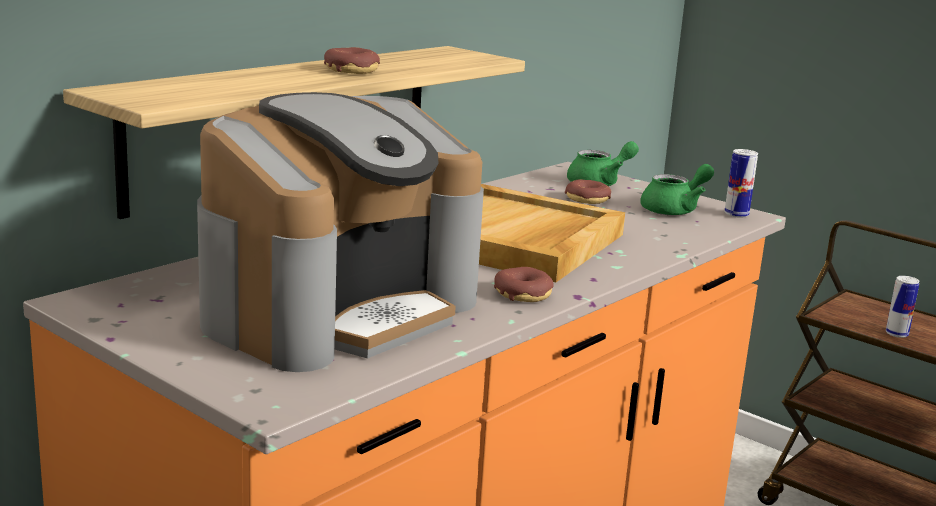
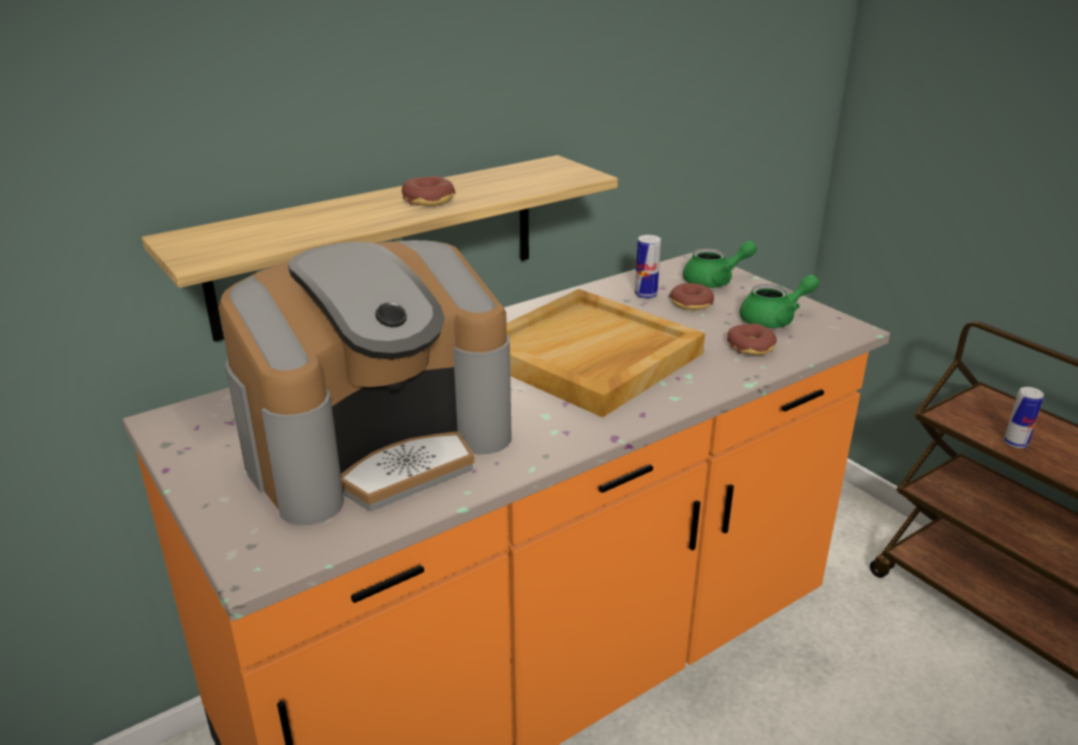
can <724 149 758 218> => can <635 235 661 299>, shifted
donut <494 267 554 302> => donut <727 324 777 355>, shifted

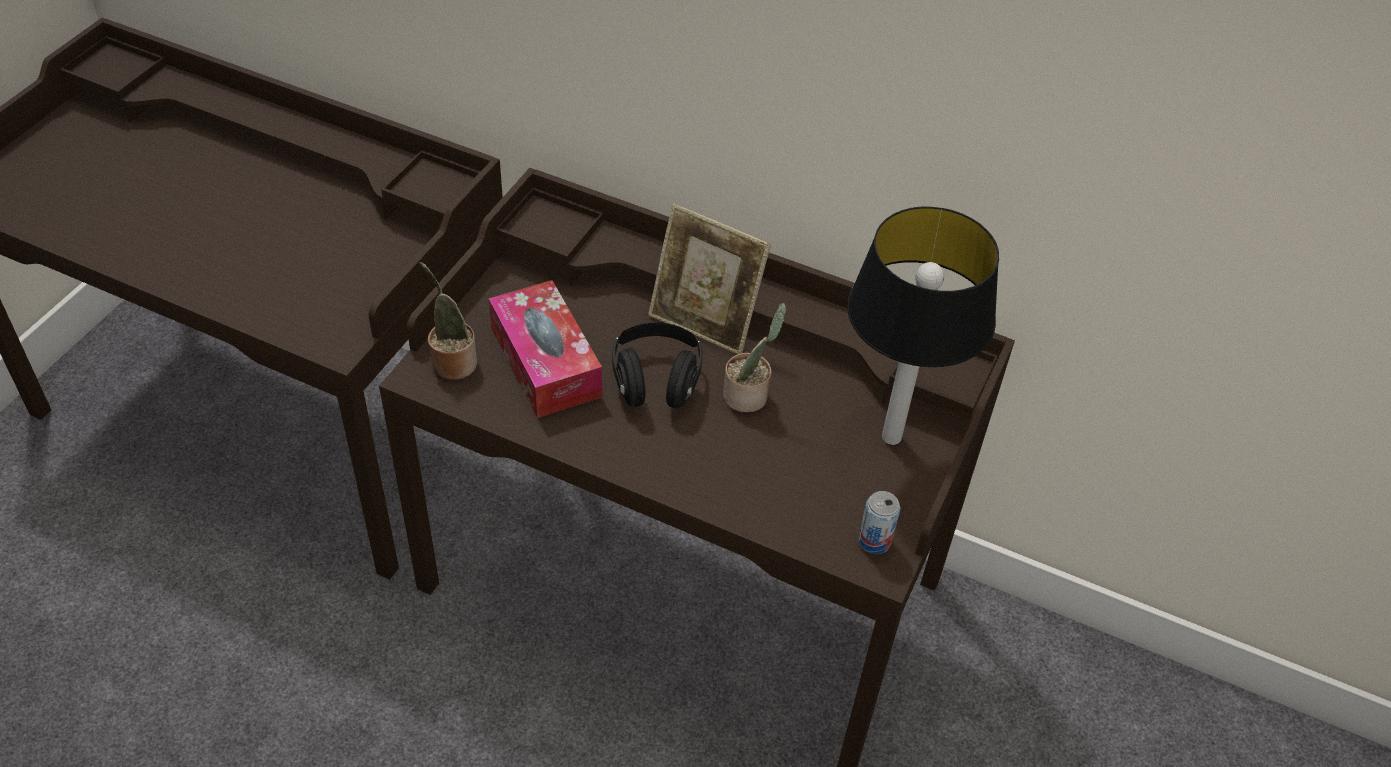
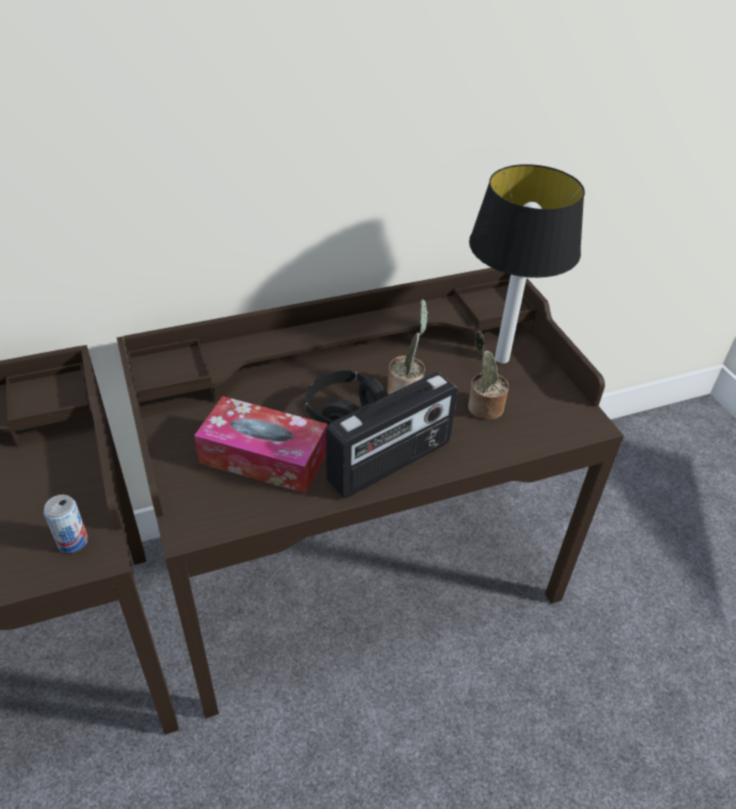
picture frame <648 204 771 354> => nothing
potted plant <420 262 477 380> => potted plant <468 331 509 420>, shifted
can <858 491 900 554> => can <44 495 88 553>, shifted
nothing => radio <326 372 458 498>

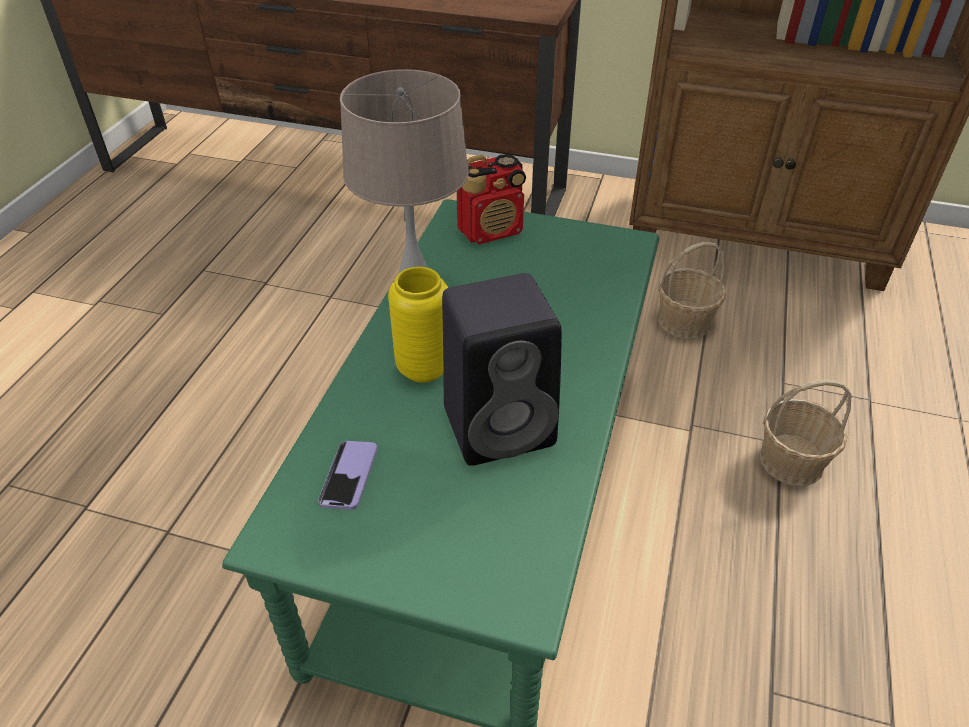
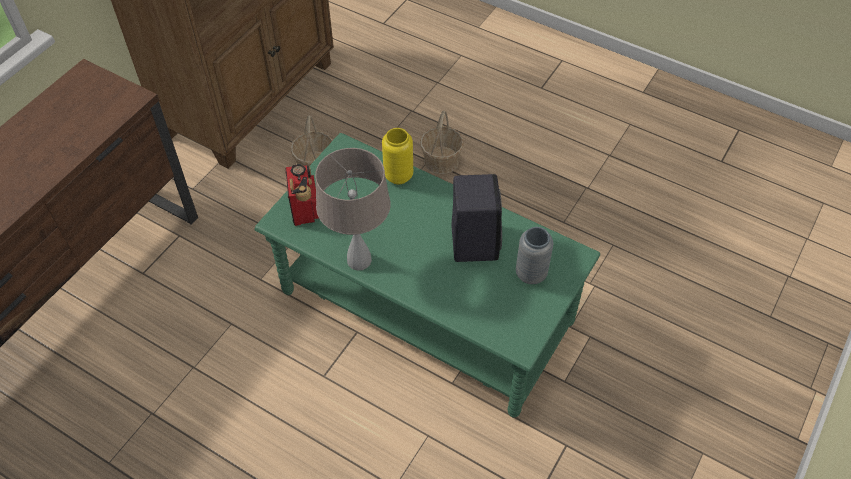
yellow vase <388 267 448 383> => yellow vase <382 128 413 184>, shifted
phone <318 441 378 510> => nothing
nothing => grey vase <516 227 553 284>

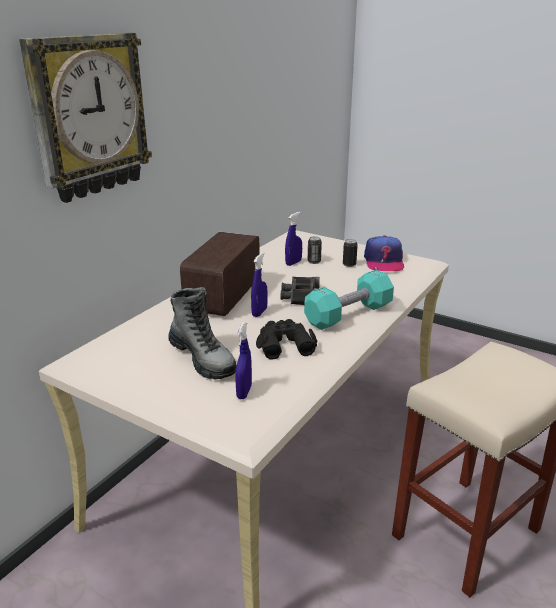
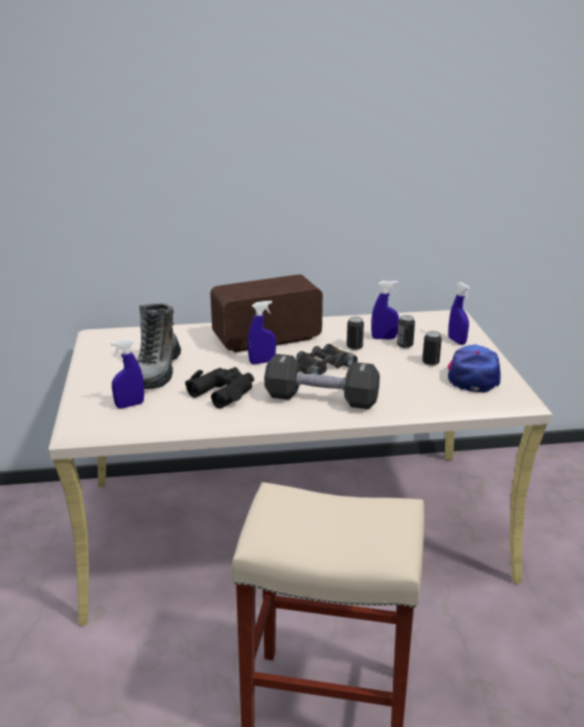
wall clock <19 33 152 203> => nothing
cap <364 235 404 271> => cap <448 345 501 392>, 135 degrees clockwise
turquoise dumbbell <304 270 394 330> => black dumbbell <264 354 380 409>
nothing => blue spray bottle <448 282 470 345>
nothing => can <347 317 364 350>

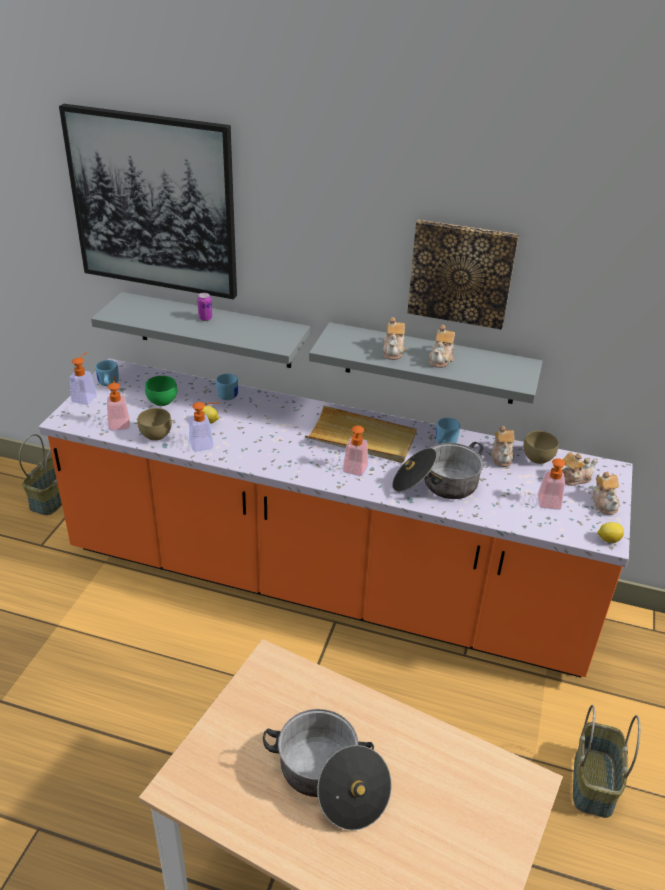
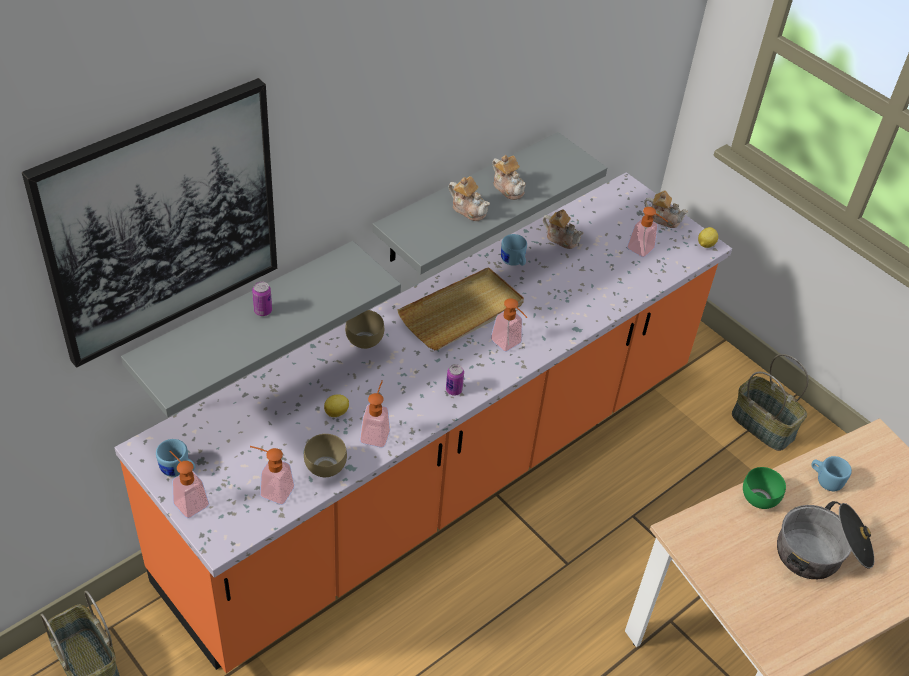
picture <407 220 519 330> => nothing
blue mug <216 374 238 400> => blue mug <811 456 852 491>, shifted
green bowl <145 376 177 406> => green bowl <743 467 786 509>, shifted
brown bowl <523 431 559 464> => brown bowl <345 310 384 349>, shifted
cooking pot <392 442 484 499> => nothing
teapot <561 452 599 486> => nothing
nothing => can <446 364 464 396>

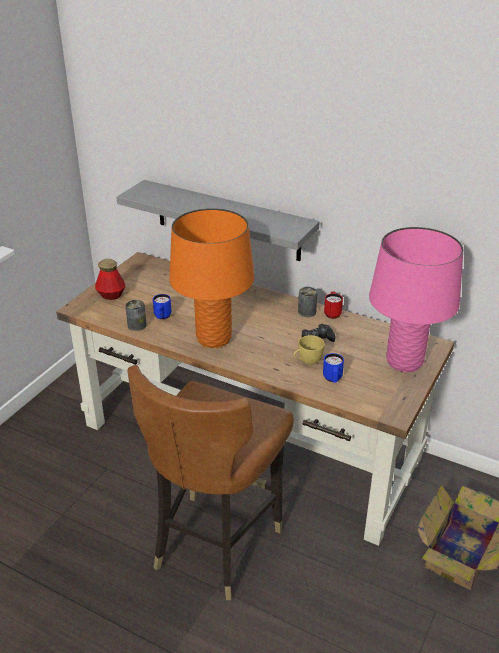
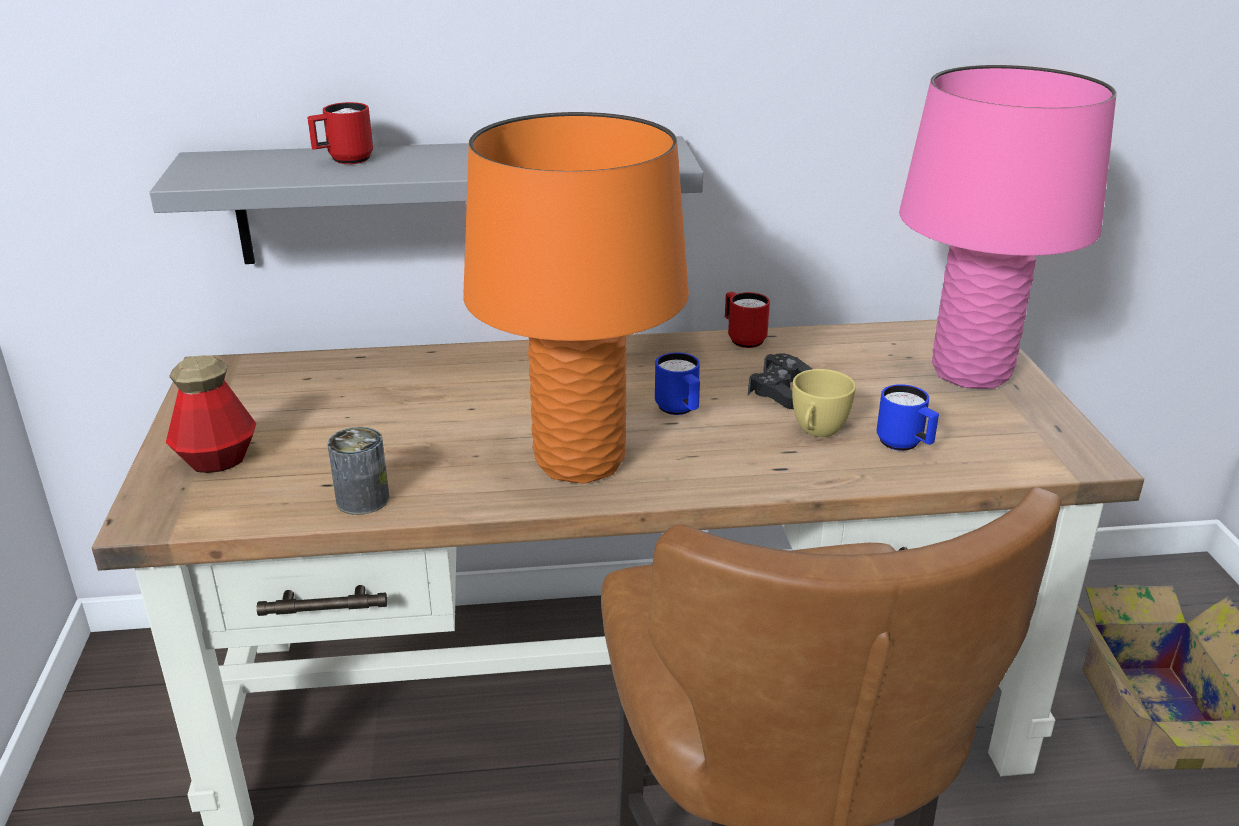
can <298 287 318 317> => nothing
blue mug <153 294 172 319> => blue mug <655 352 700 415>, shifted
nothing => red mug <308 102 373 164>

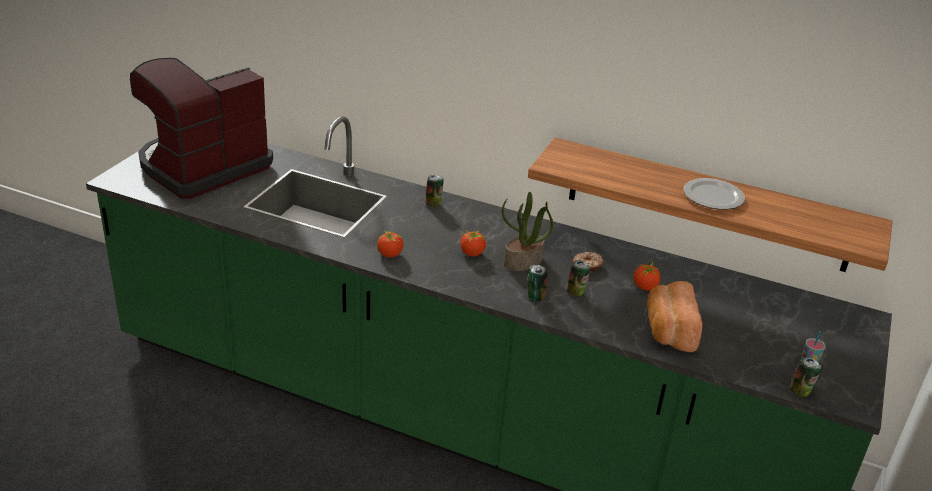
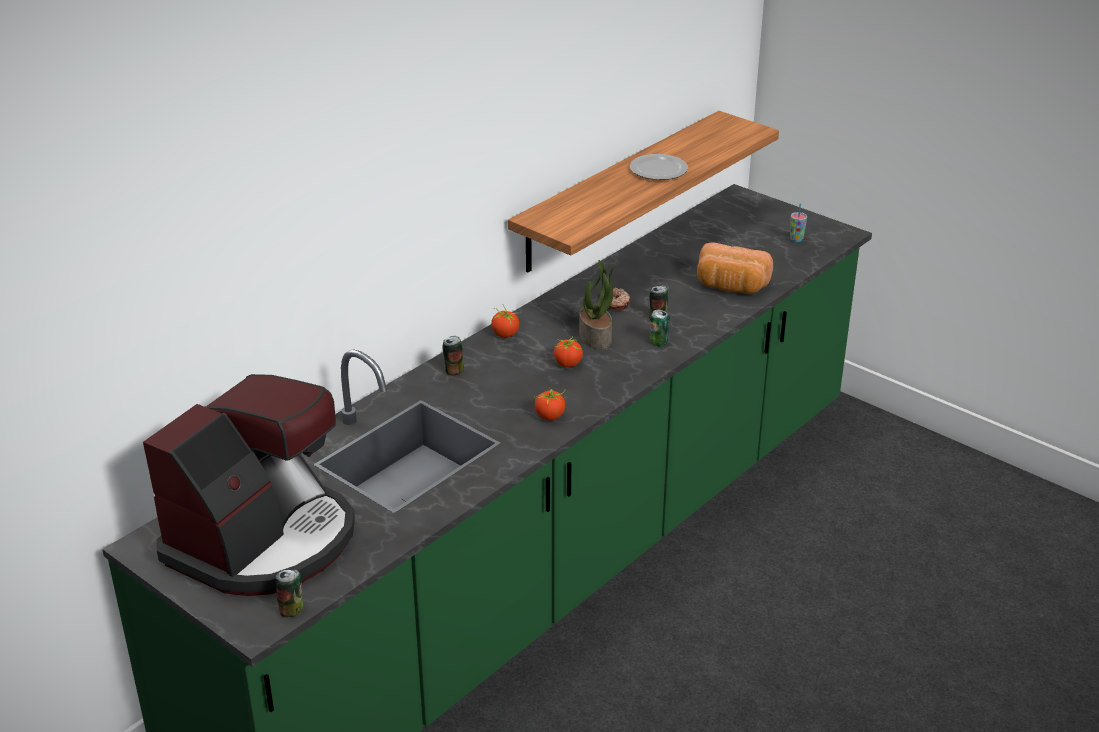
coffee machine <130 58 273 199> => coffee machine <143 374 355 596>, 120 degrees counterclockwise
tomato <634 259 662 290> => tomato <491 305 519 338>, shifted
can <790 357 821 397> => can <275 570 303 618>, shifted

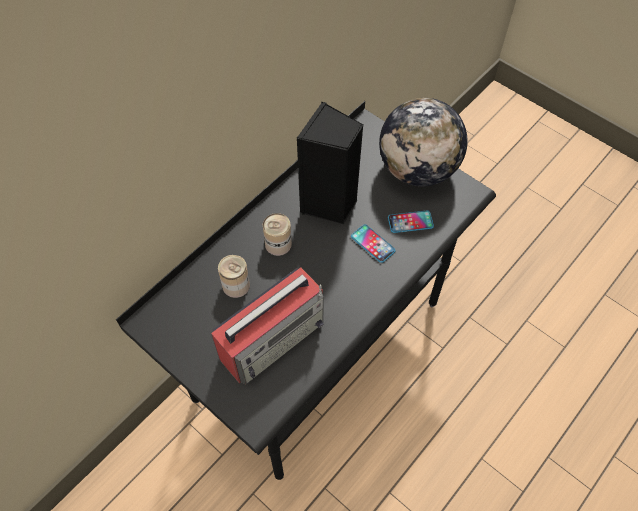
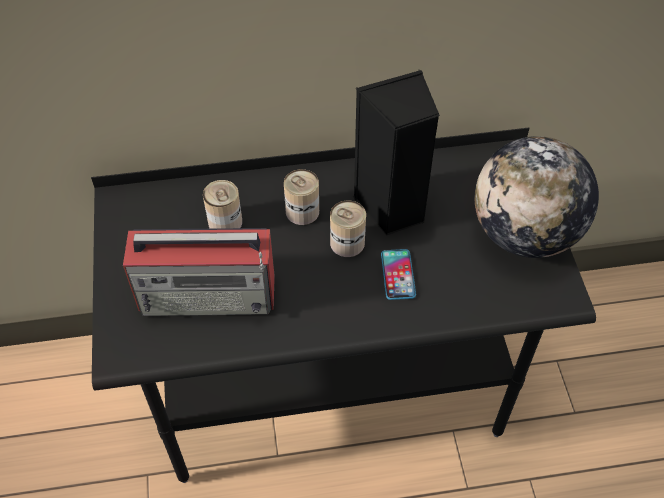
phone <388 210 434 233> => nothing
nothing => can <330 201 366 257>

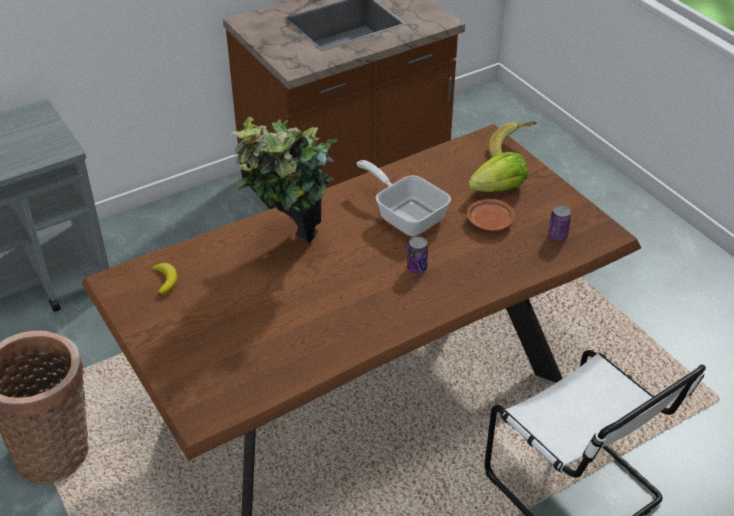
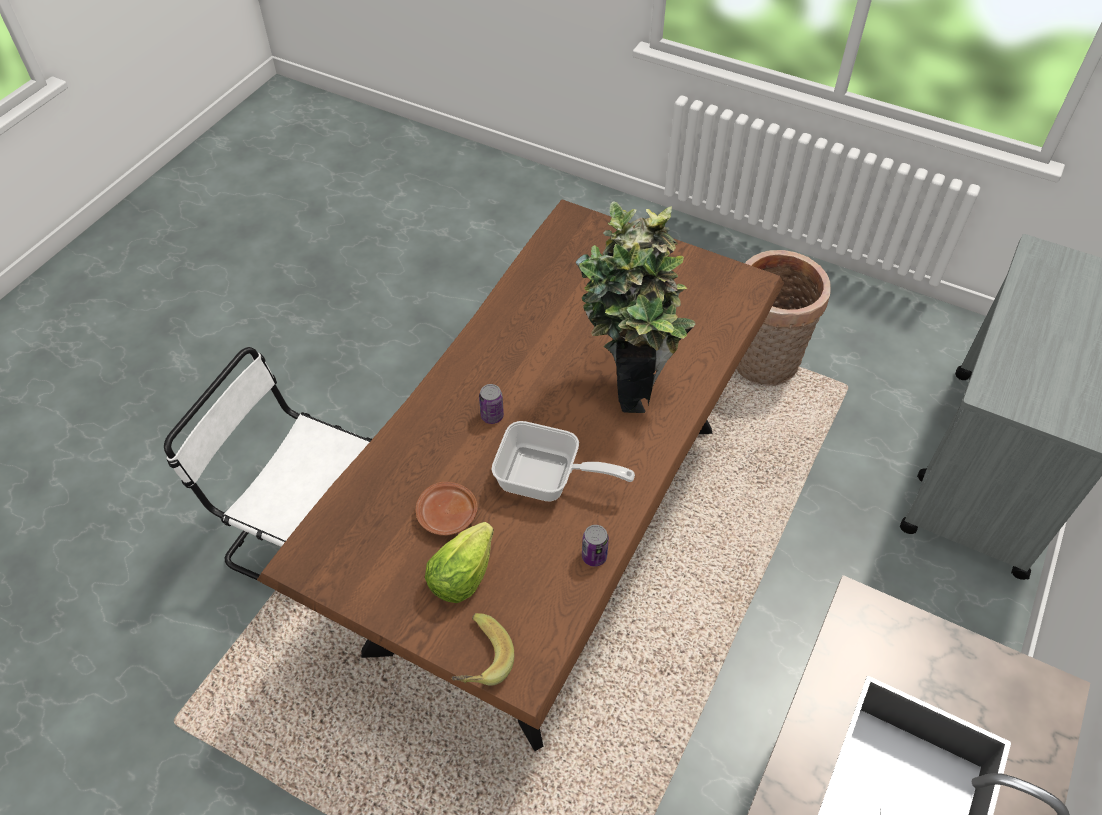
can <548 206 571 241> => can <582 525 609 567>, shifted
banana <152 263 178 296> => nothing

